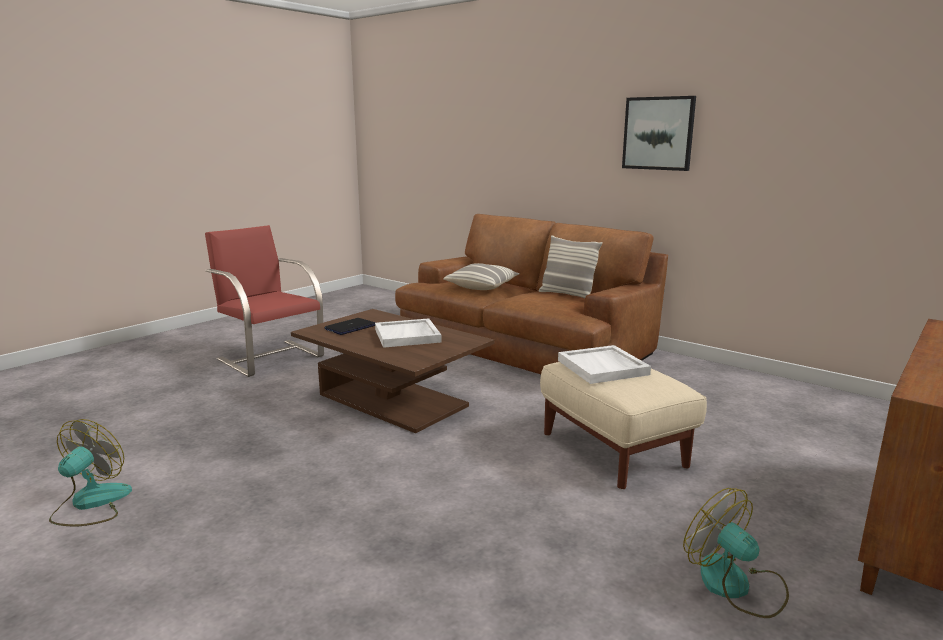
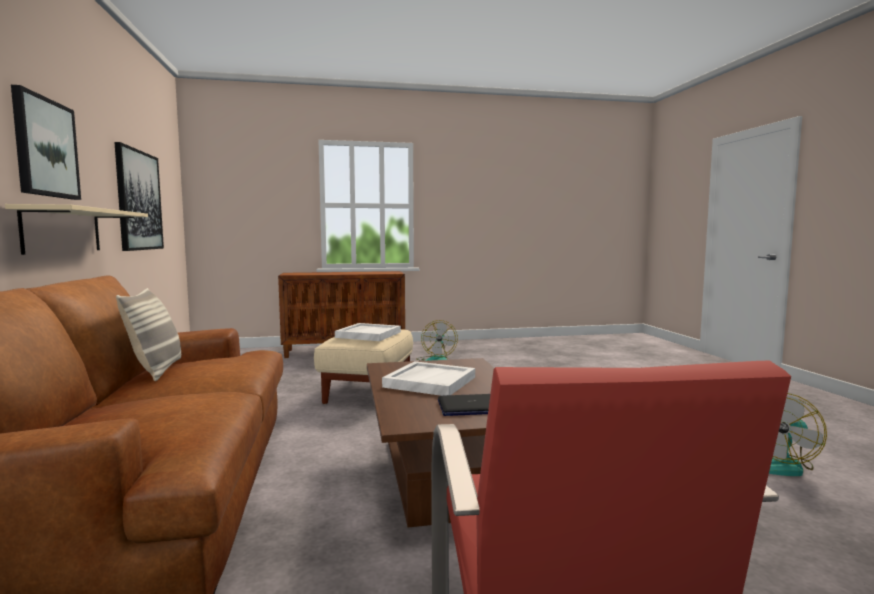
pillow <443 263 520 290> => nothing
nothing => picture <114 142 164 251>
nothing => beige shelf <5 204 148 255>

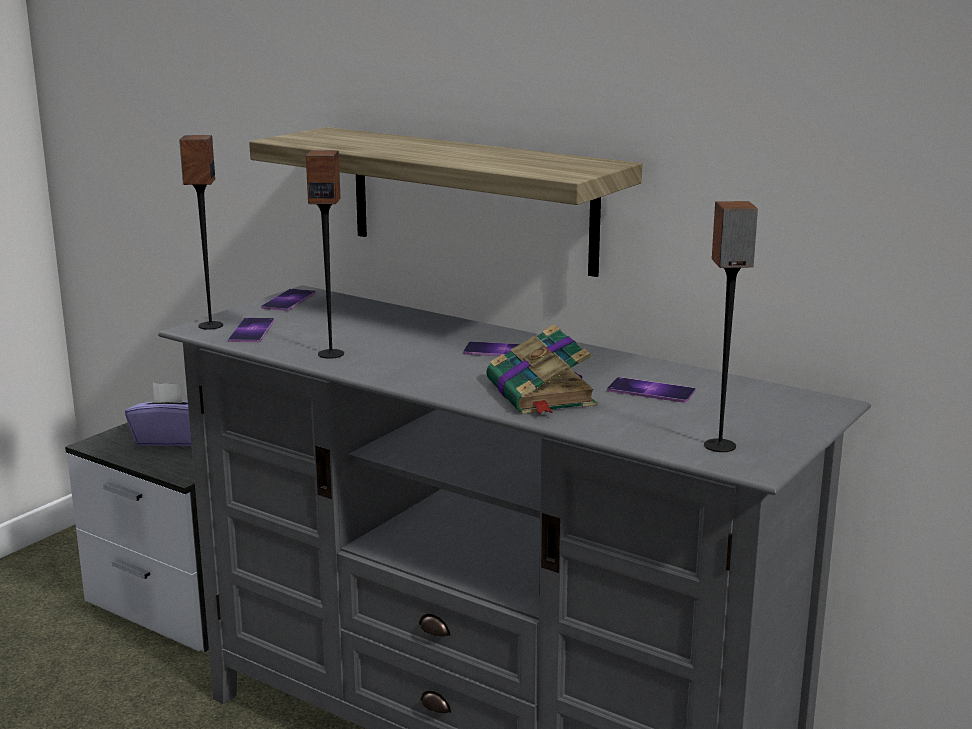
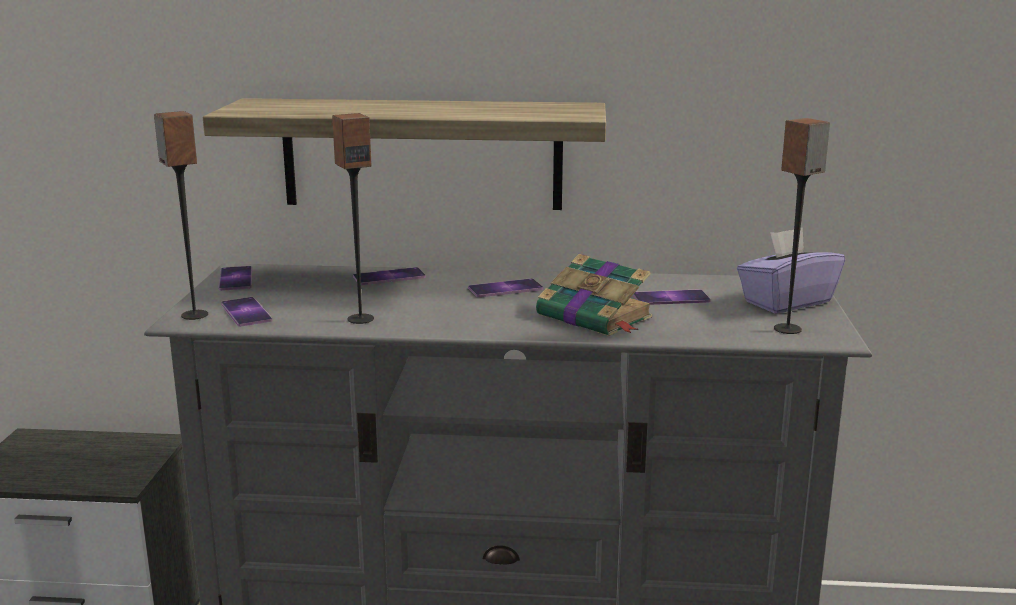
purple tissue box <125 383 192 446> => purple tissue box <737 228 845 313>, shifted
nothing => phone <353 267 426 285>

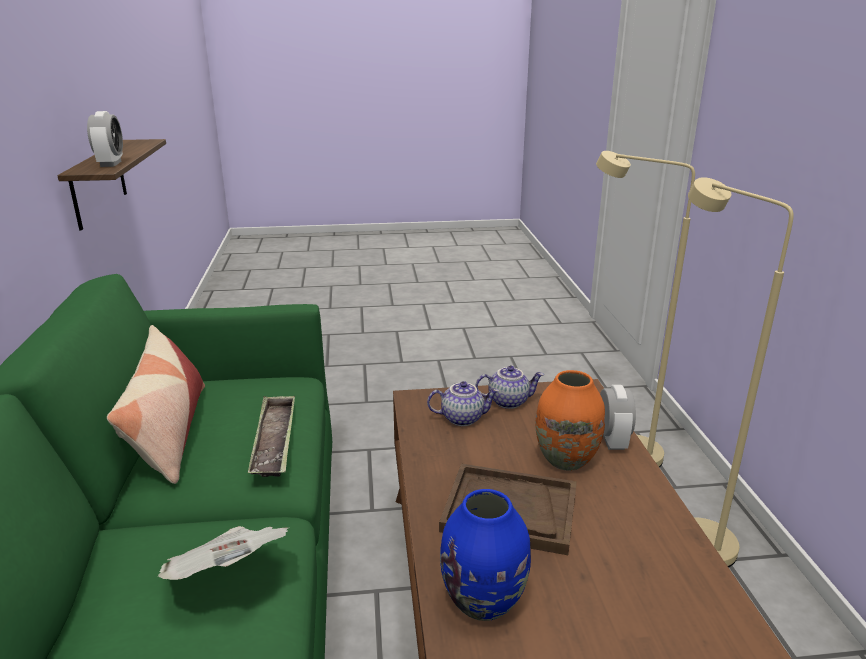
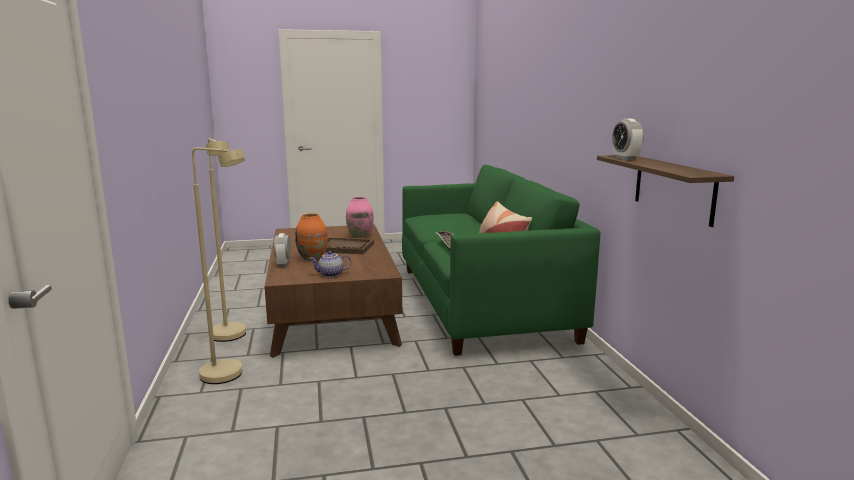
teapot <427 381 499 426> => nothing
blue vase <440 489 531 621> => pink vase <346 197 374 238>
newspaper <158 526 288 580> => nothing

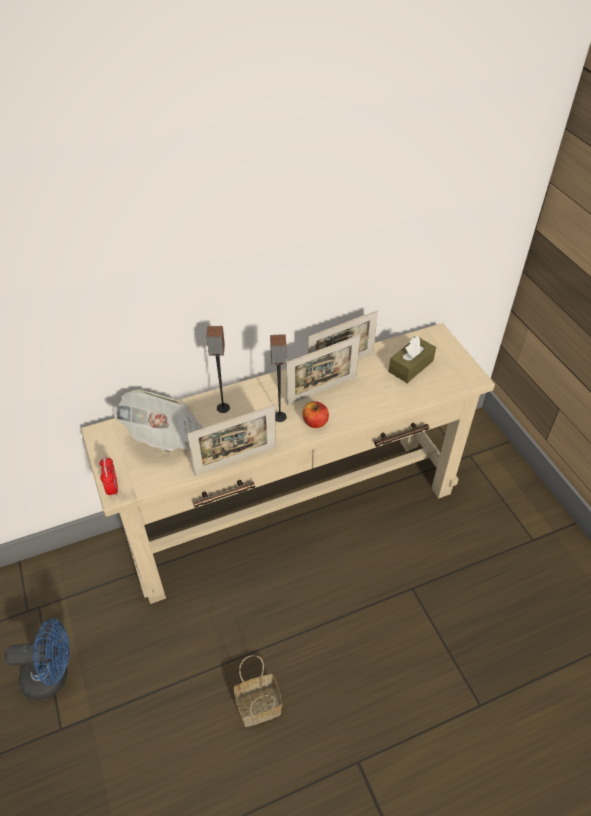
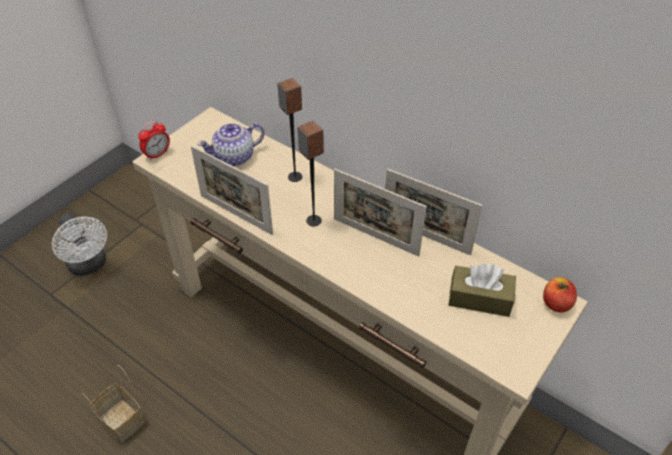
newspaper <112 389 203 452> => teapot <197 123 264 166>
apple <302 401 329 428> => apple <543 277 577 312>, shifted
blue fan <5 619 70 700> => white fan <52 213 107 276>

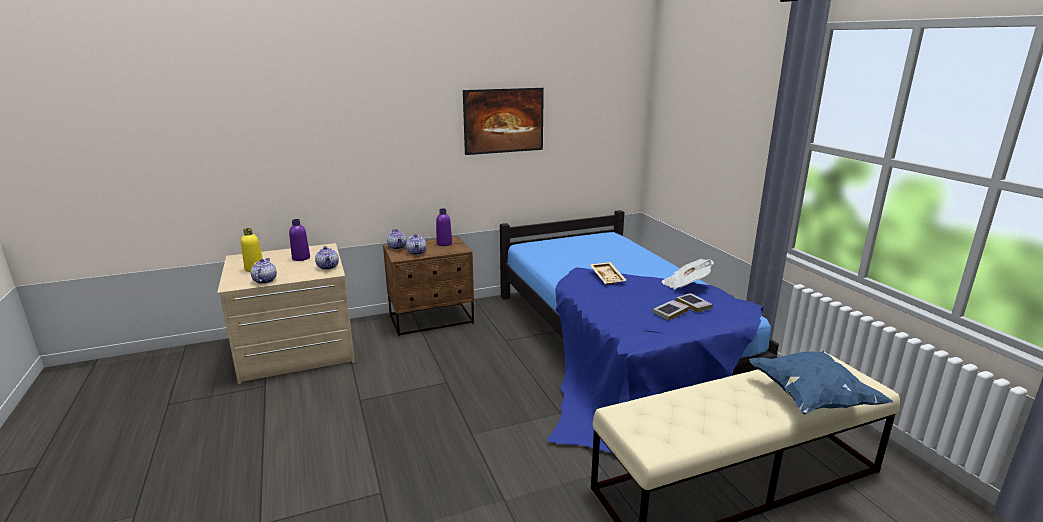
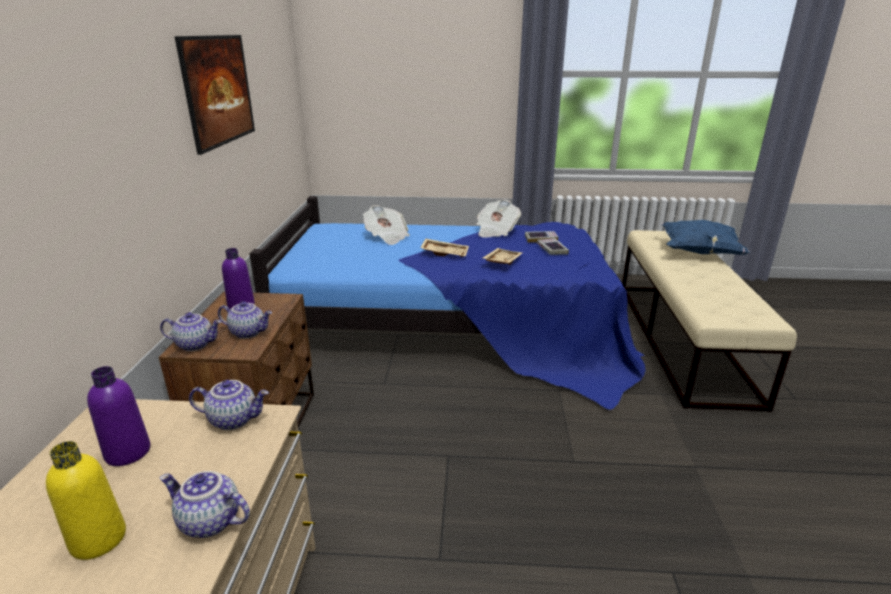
nothing => newspaper <363 205 410 245>
nothing => beige tray <483 248 522 265>

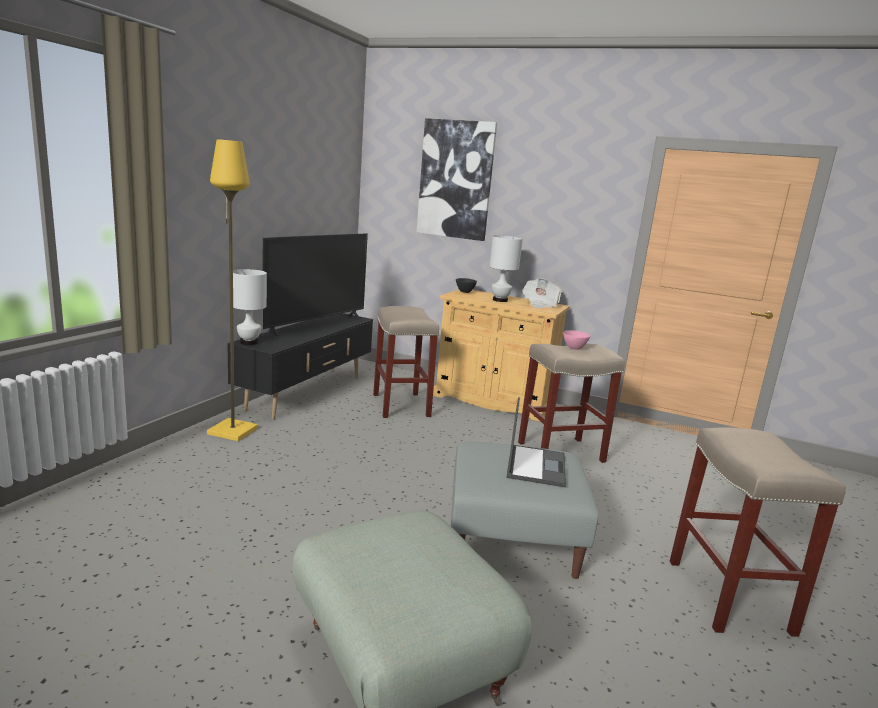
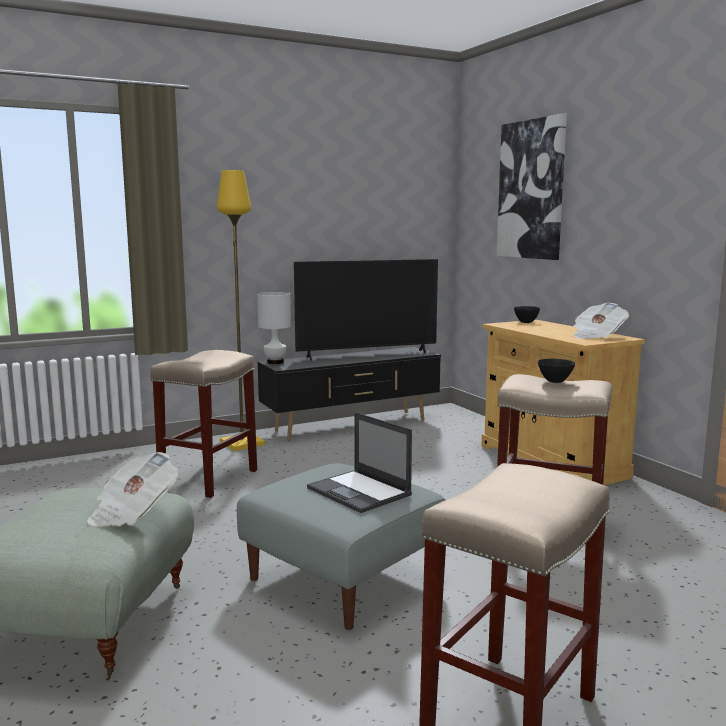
white table lamp <489 235 523 302> => nothing
beige stool <373 306 439 418> => beige stool <150 350 257 498>, shifted
pink bowl <563 330 590 350> => black bowl <538 358 575 383>
laptop <506 397 566 487> => laptop <307 412 412 513>, 90 degrees clockwise
nothing => newspaper <87 452 178 526>

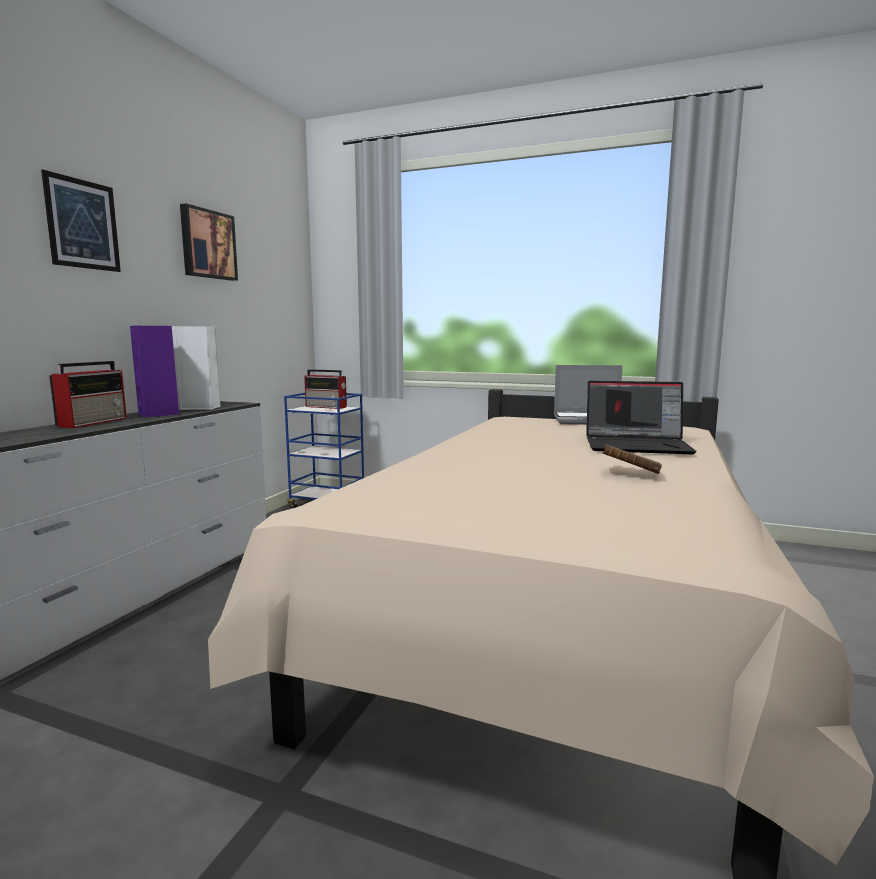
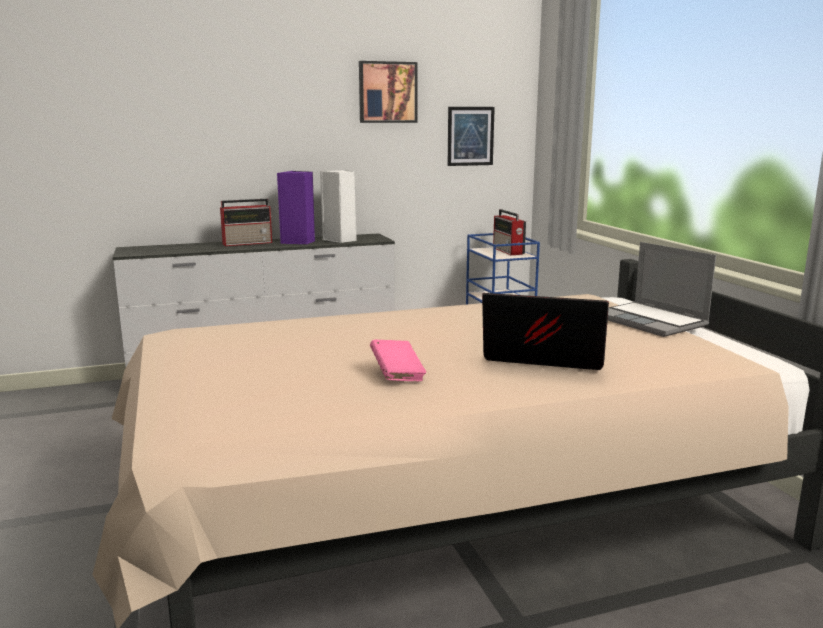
picture <41 170 121 272> => picture <448 107 495 166>, shifted
laptop <586 381 697 454> => laptop <482 293 609 370>, 135 degrees clockwise
brown book <603 444 662 474> => pink book <370 340 426 381>

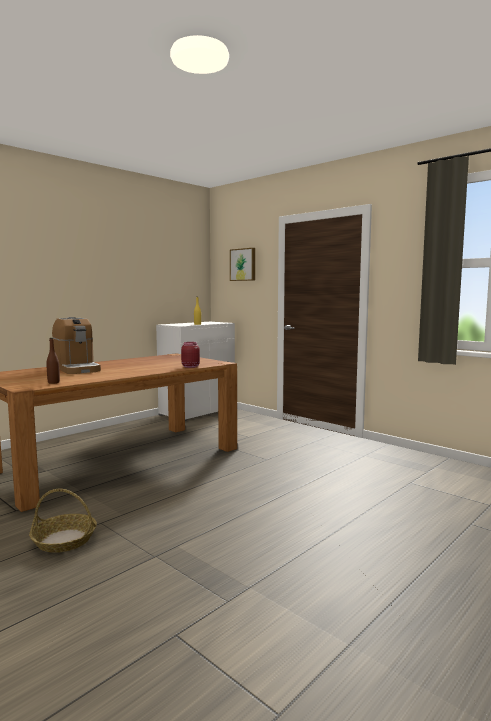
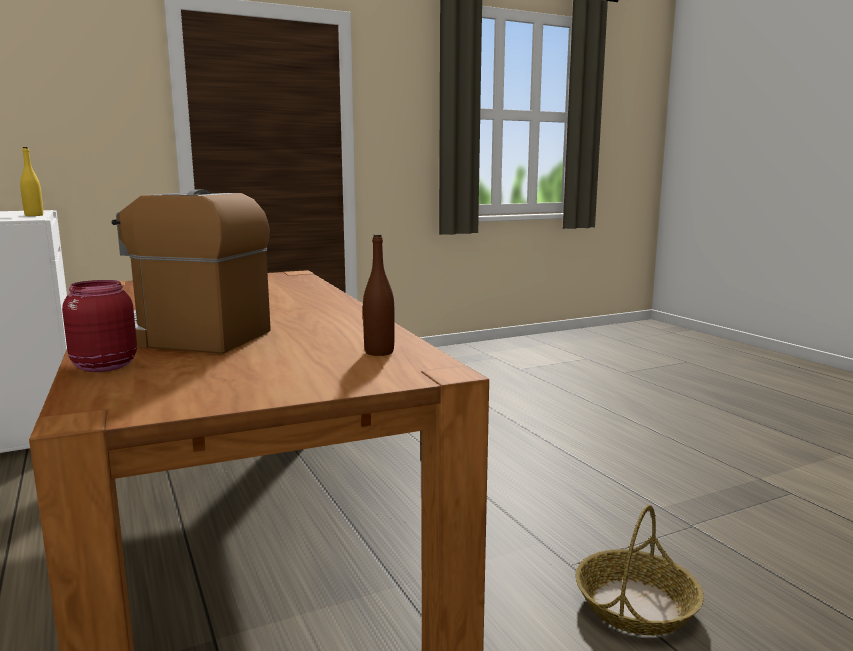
picture <230 248 255 281> => nothing
coffee machine <52 317 101 374> => coffee machine <112 190 271 354>, 150 degrees counterclockwise
red jar <181 342 200 368> => red jar <62 280 137 372>, shifted

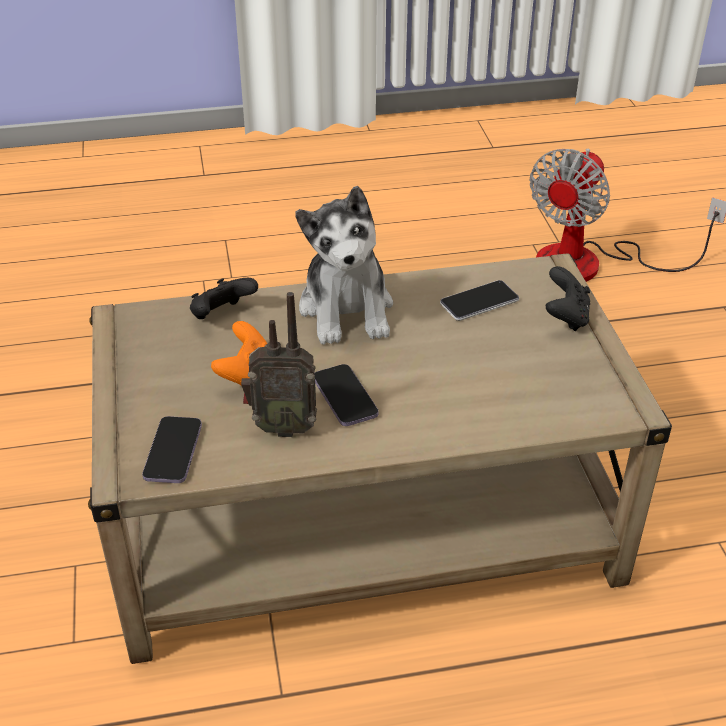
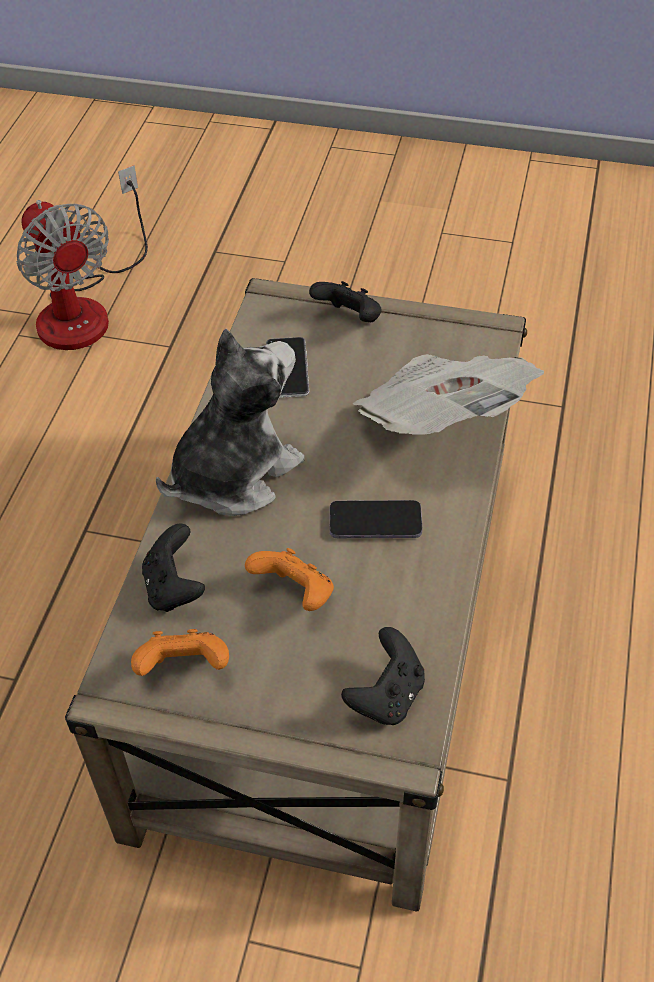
plush toy <295 186 393 345> => plush toy <156 329 305 516>, 60 degrees counterclockwise
radio <241 292 317 437> => nothing
phone <142 416 202 483> => black game controller <341 627 425 725>
nothing => newspaper <352 354 544 435>
nothing => orange game controller <131 629 229 676>

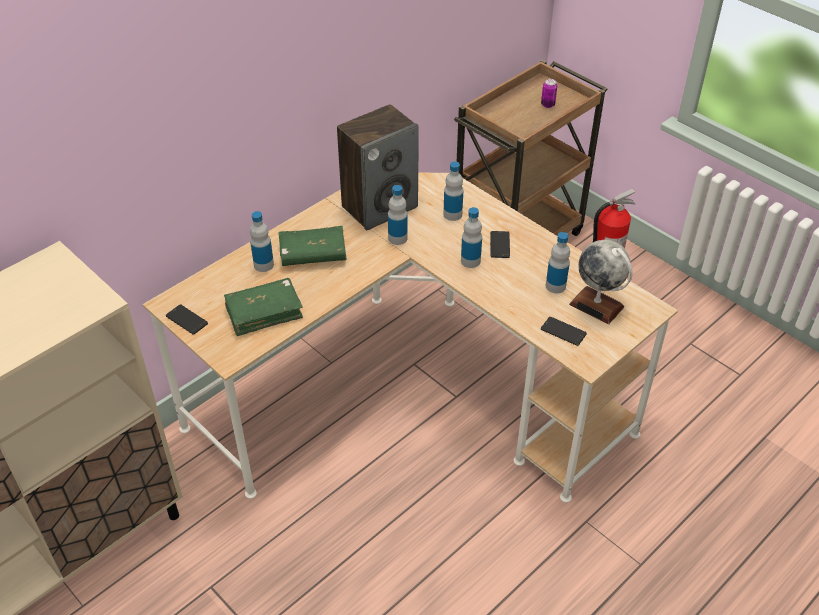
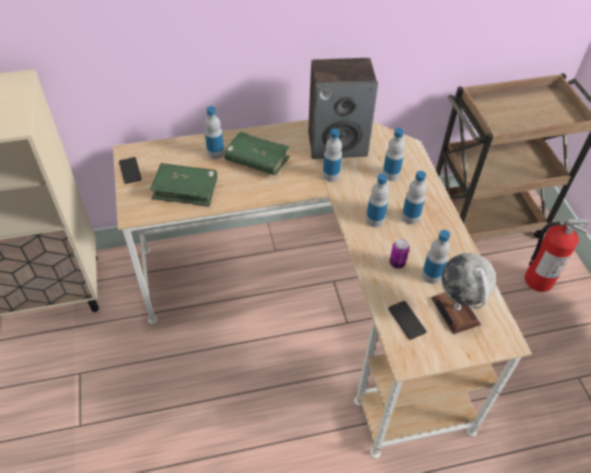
can <541 79 557 108> => can <389 239 409 269>, shifted
phone <490 231 510 258> => bottle <401 171 426 224>

